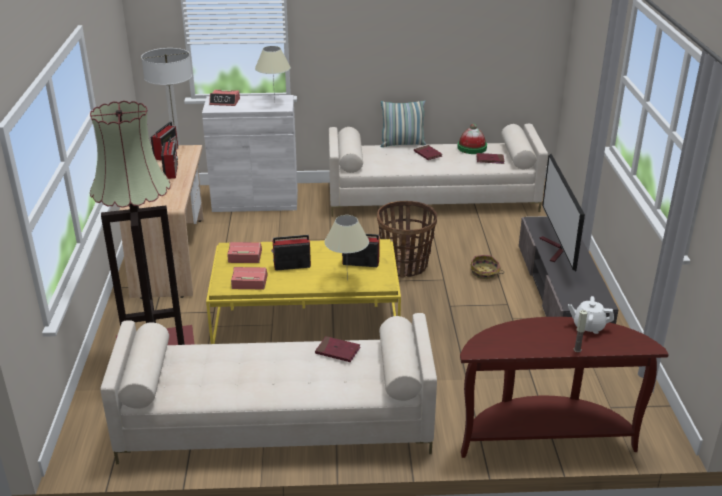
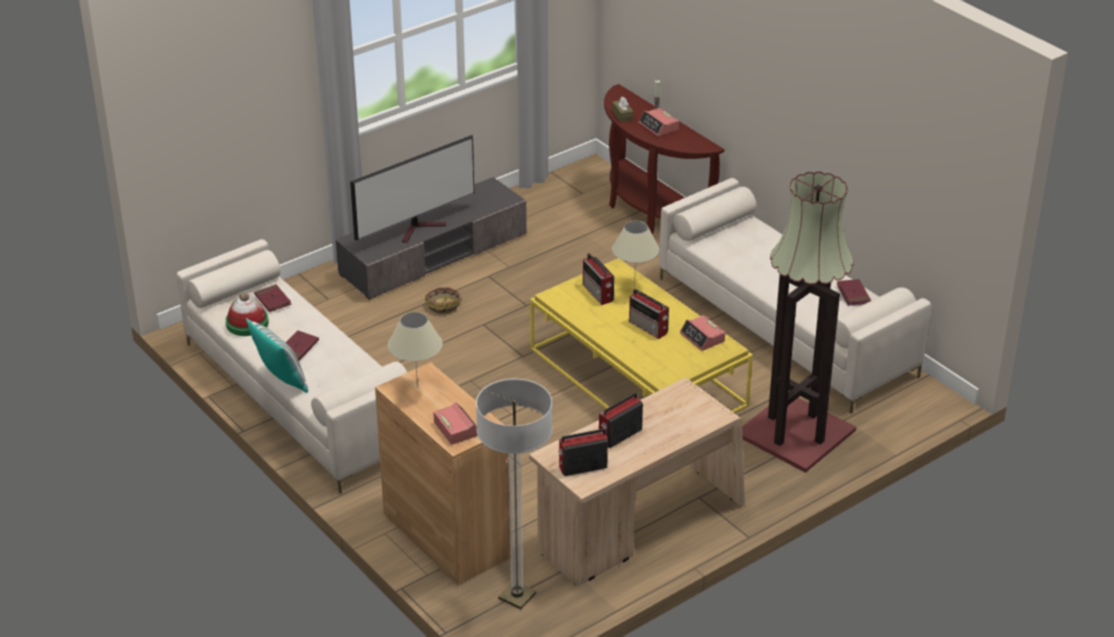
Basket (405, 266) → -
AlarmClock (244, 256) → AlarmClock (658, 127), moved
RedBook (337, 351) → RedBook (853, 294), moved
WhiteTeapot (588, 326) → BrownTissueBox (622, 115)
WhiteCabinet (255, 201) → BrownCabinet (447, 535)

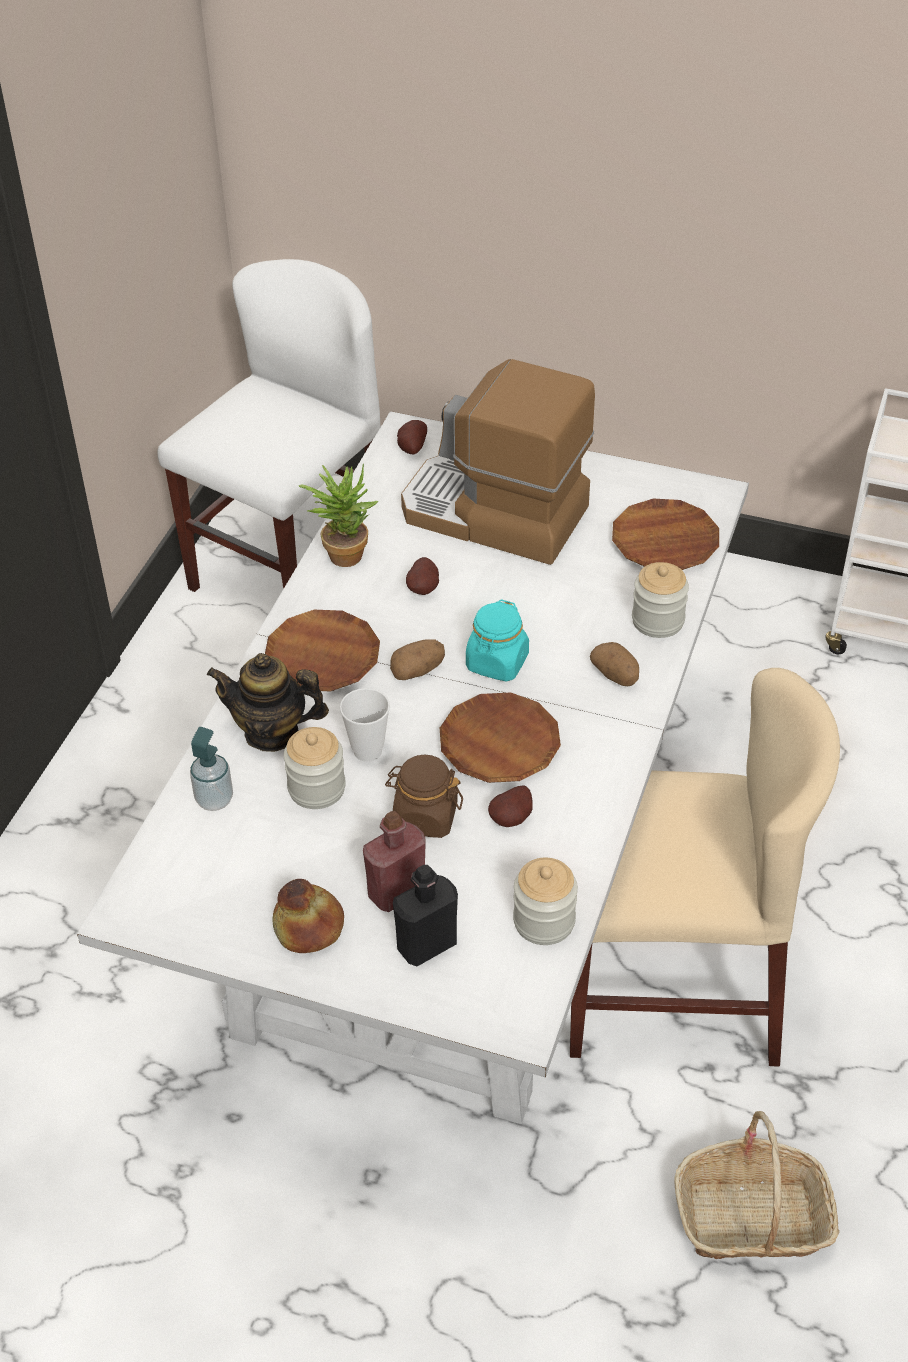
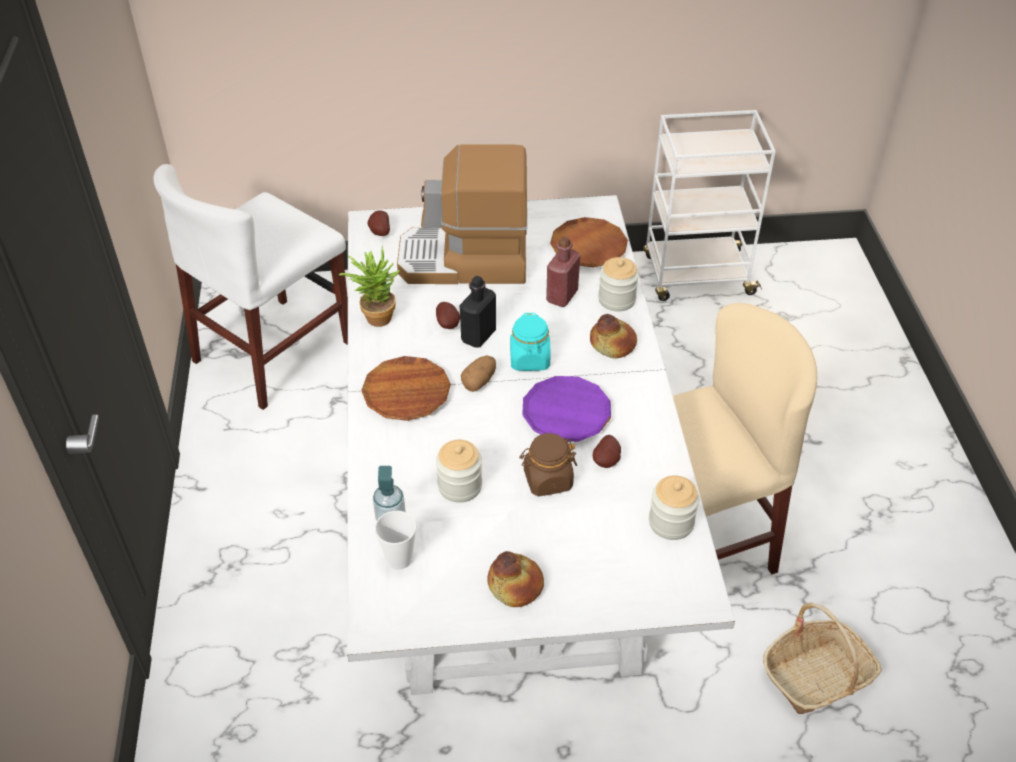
Teapot (272, 732) → -
Cup (367, 751) → Cup (399, 559), moved
RedBottle (396, 892) → RedBottle (562, 296), moved
BlackBottle (427, 945) → BlackBottle (478, 336), moved
Potato (616, 675) → Bread (613, 343)
BrownPlate (499, 744) → PurplePlate (566, 413)
WhiteChair (291, 569) → WhiteChair (273, 351), 150 degrees counterclockwise

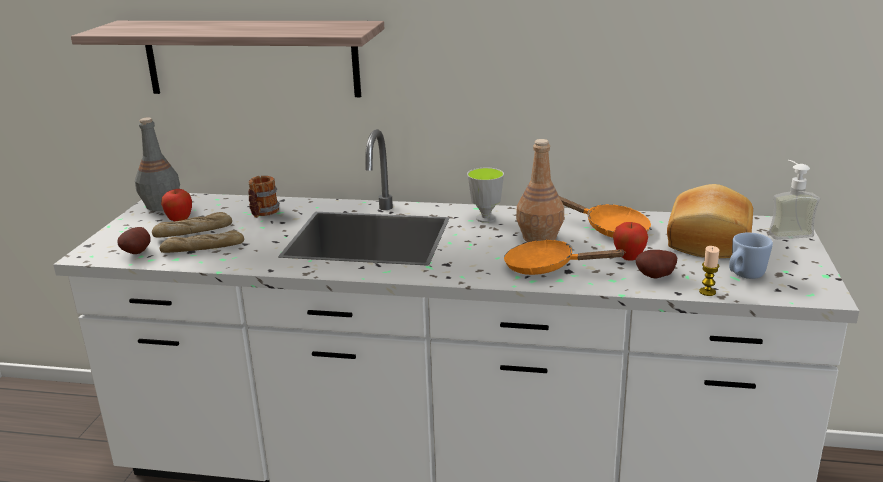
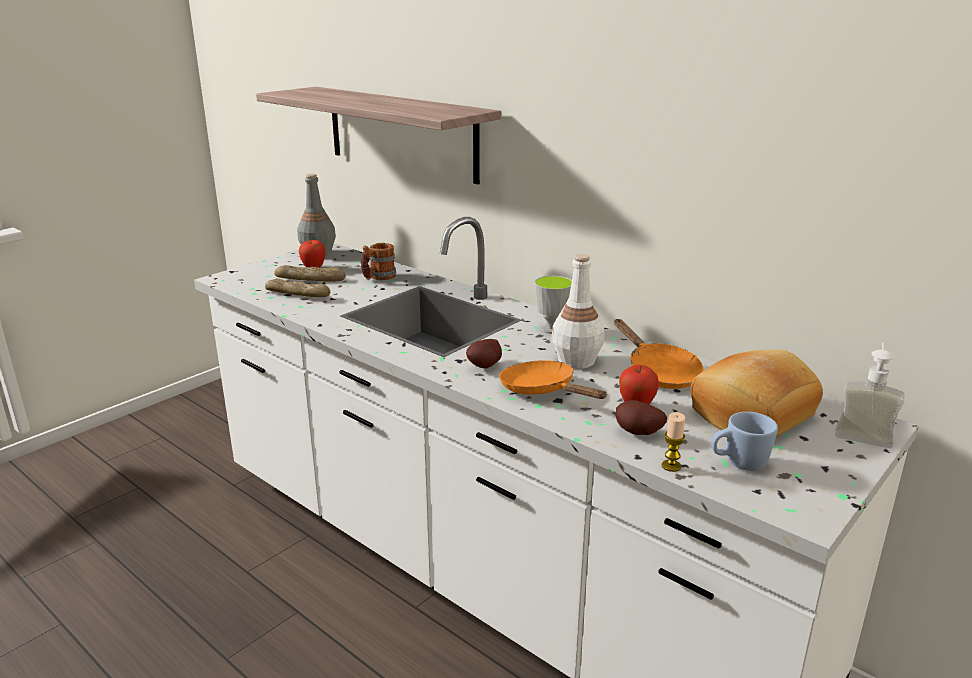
Potato (138, 252) → Potato (486, 367), moved
BrownBottle (540, 238) → WhiteBottle (576, 361)

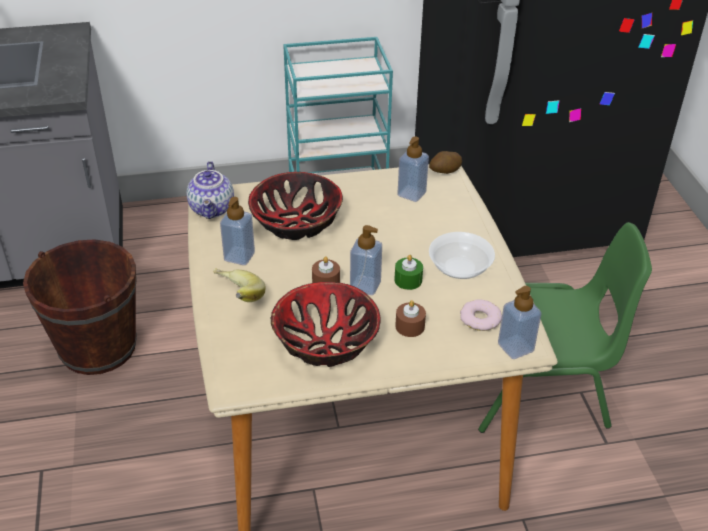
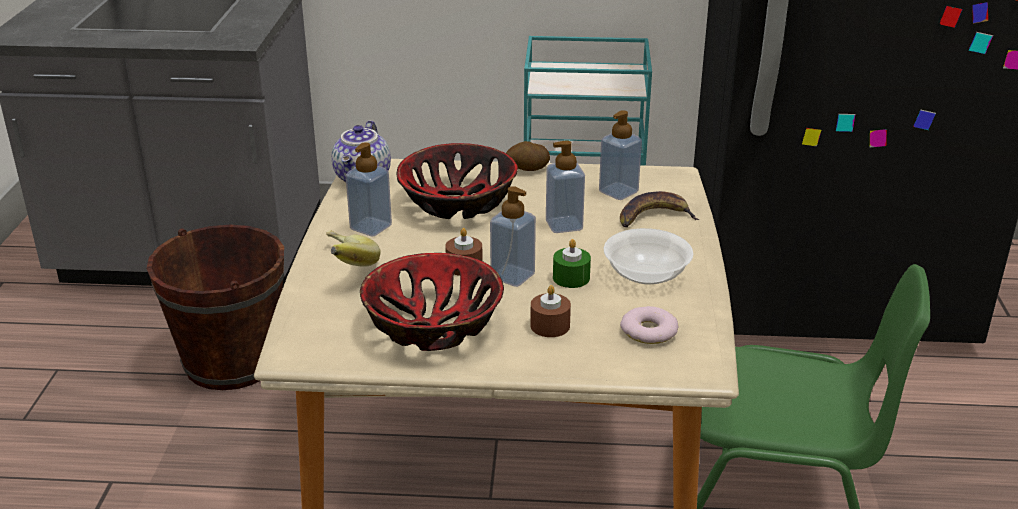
- → Banana (654, 217)
Potato (445, 171) → Potato (526, 169), moved
SoapDispenser (515, 347) → SoapDispenser (564, 225), moved

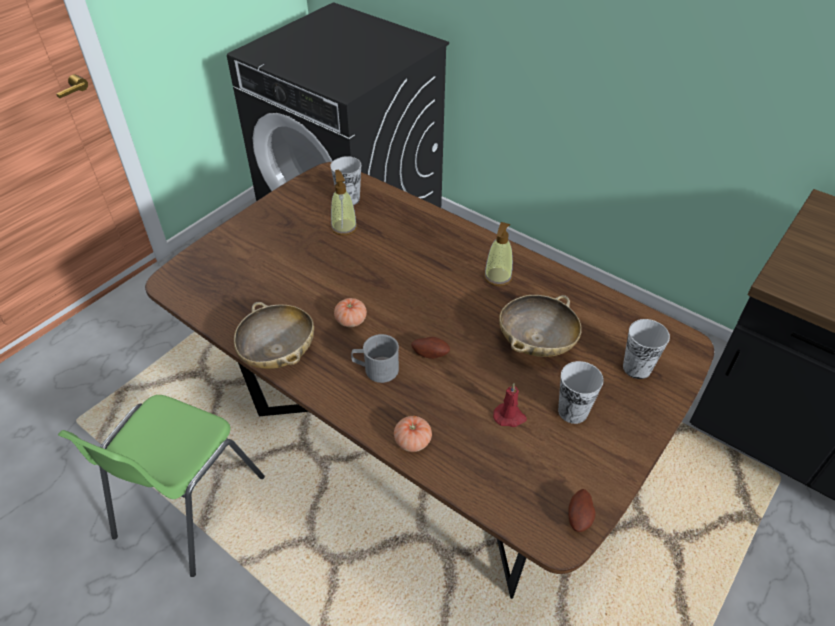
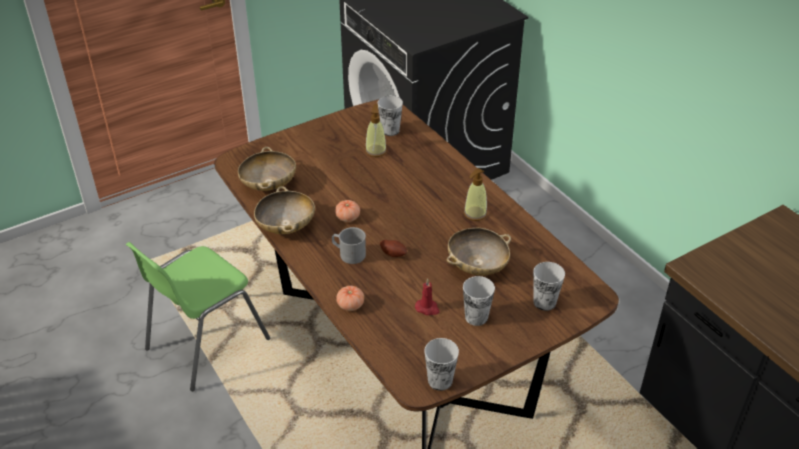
- → BeigeBowl (268, 185)
Potato (579, 517) → Cup (440, 381)

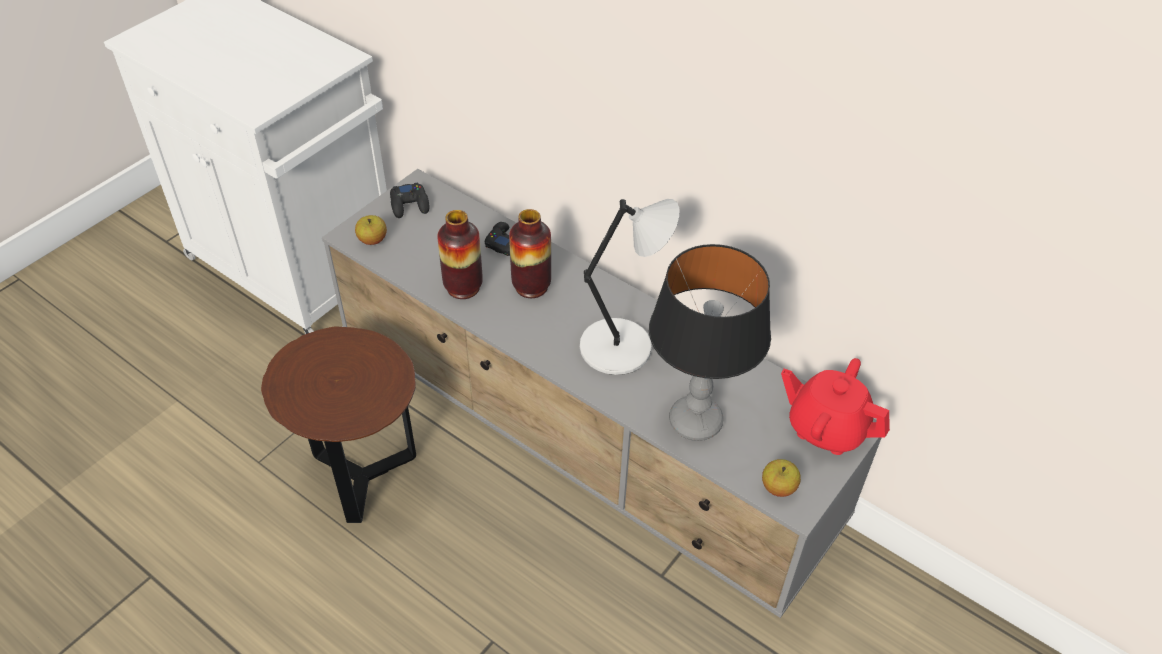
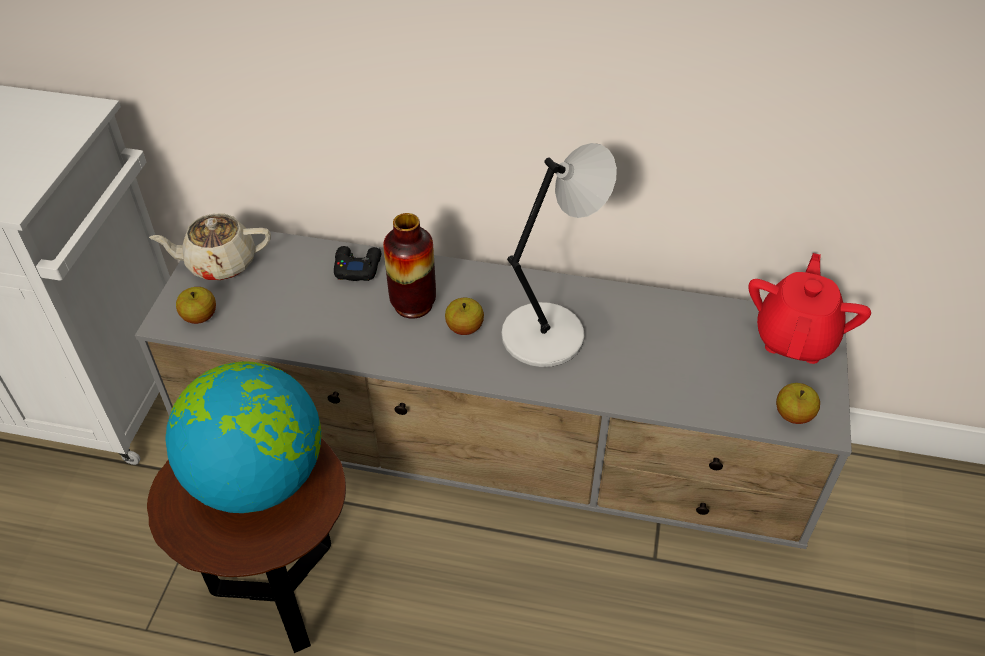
Vase (463, 287) → -
TableLamp (695, 421) → -
- → Globe (258, 478)
- → Apple (464, 328)
BlackGameController (410, 204) → BeigeTeapot (220, 263)
RedTeapot (826, 428) → RedTeapot (795, 338), 105 degrees clockwise

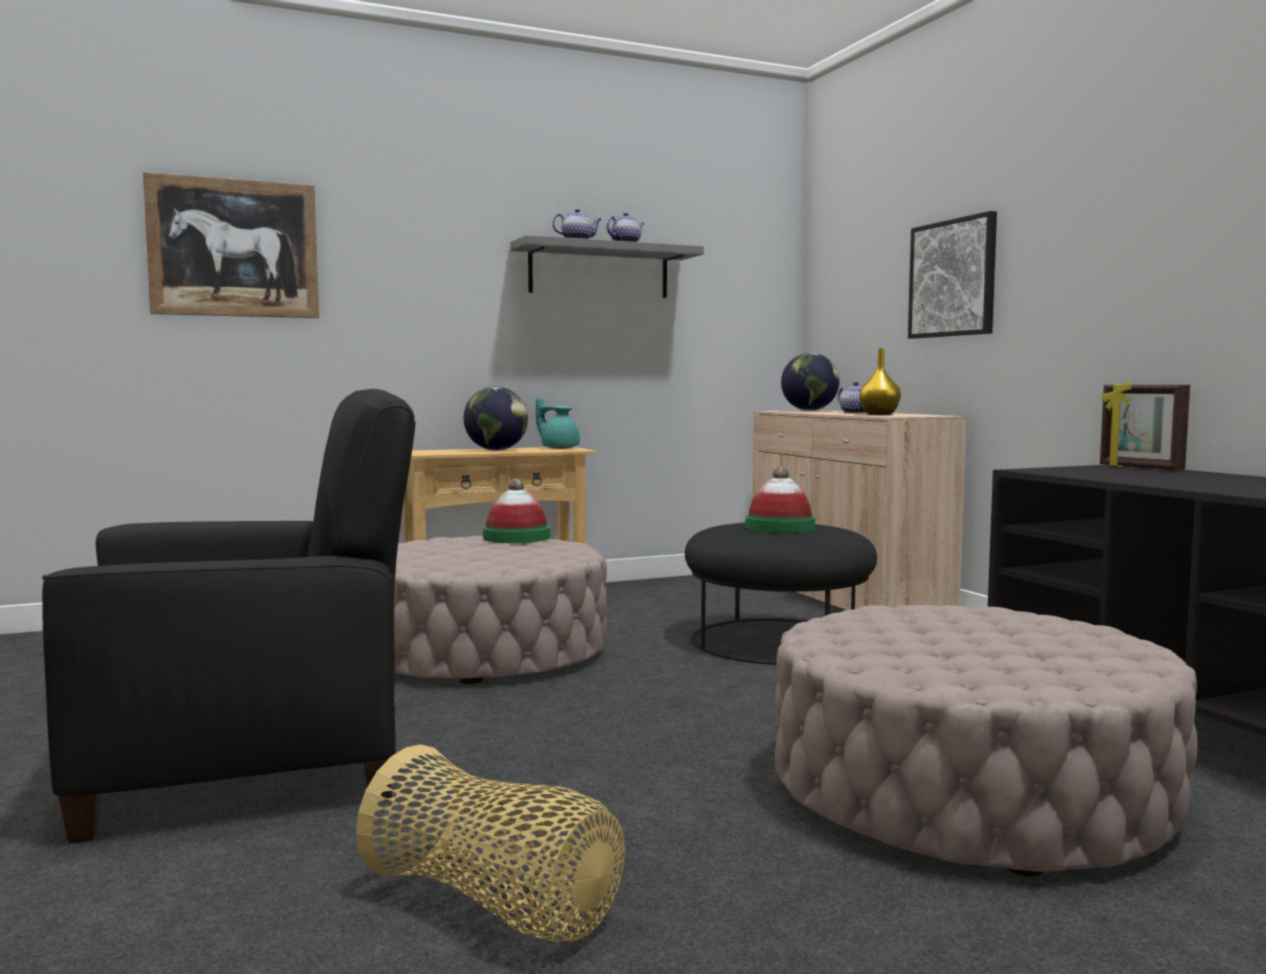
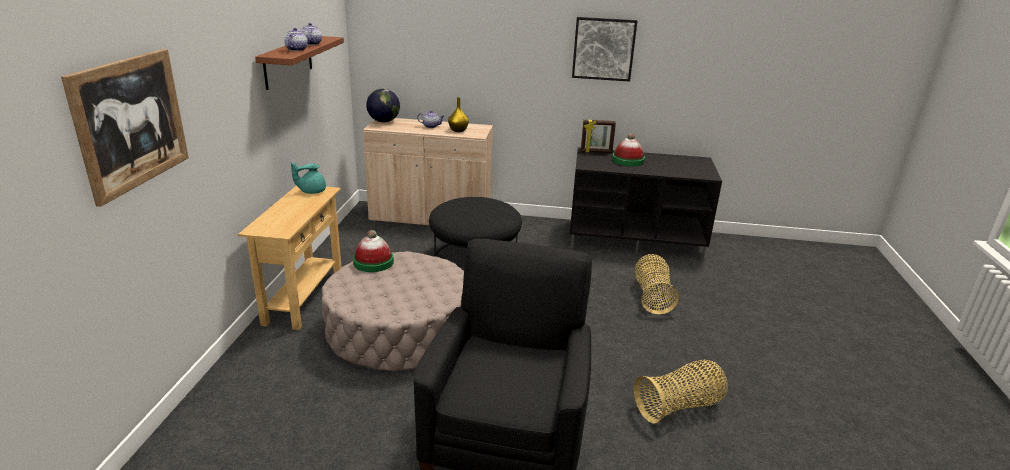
Globe (496, 450) → -
Hat (779, 527) → Hat (628, 160), moved
Picture (953, 278) → Picture (603, 49), moved
BeigeOttoman (969, 790) → Basket (652, 296)
GreyShelf (599, 271) → BrownShelf (288, 61)

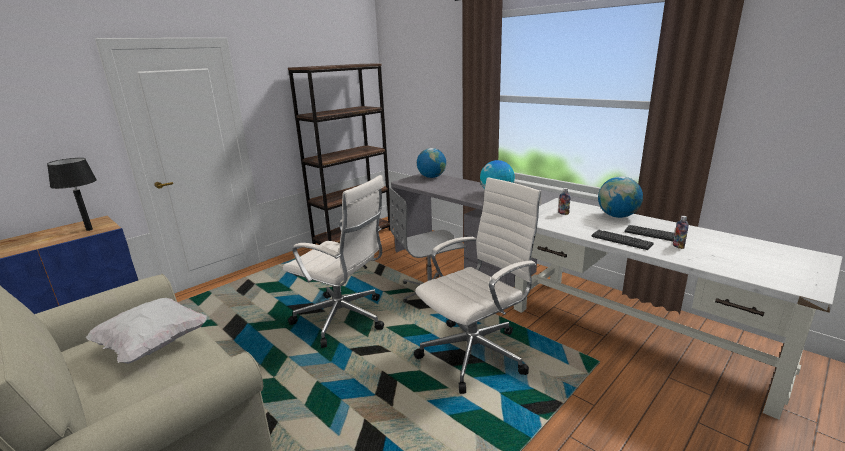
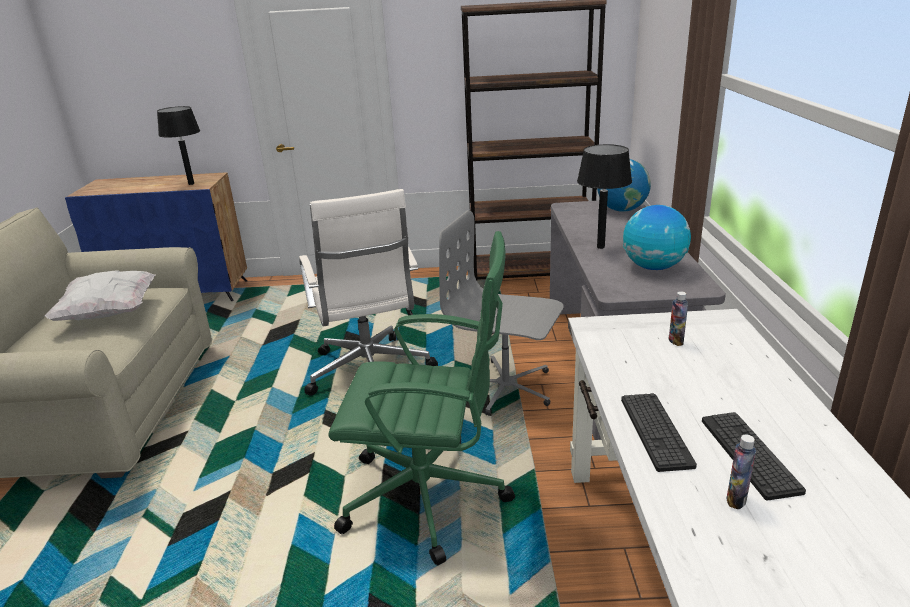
Globe (617, 216) → -
- → BlackTableLamp (601, 247)
WhiteOfficeChair (476, 353) → GreenOfficeChair (430, 497)

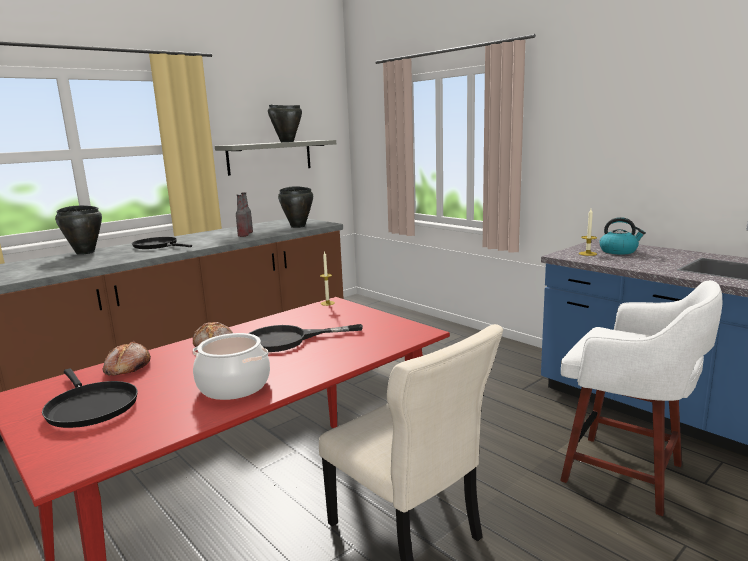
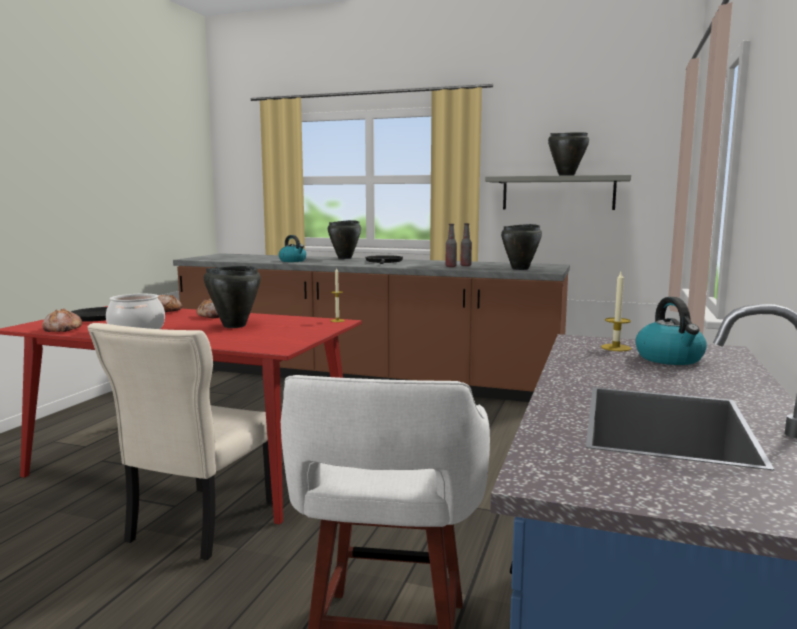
- → Bread (62, 329)
- → Kettle (293, 261)
BlackFryingPan (288, 340) → BlackCookingPot (234, 326)

